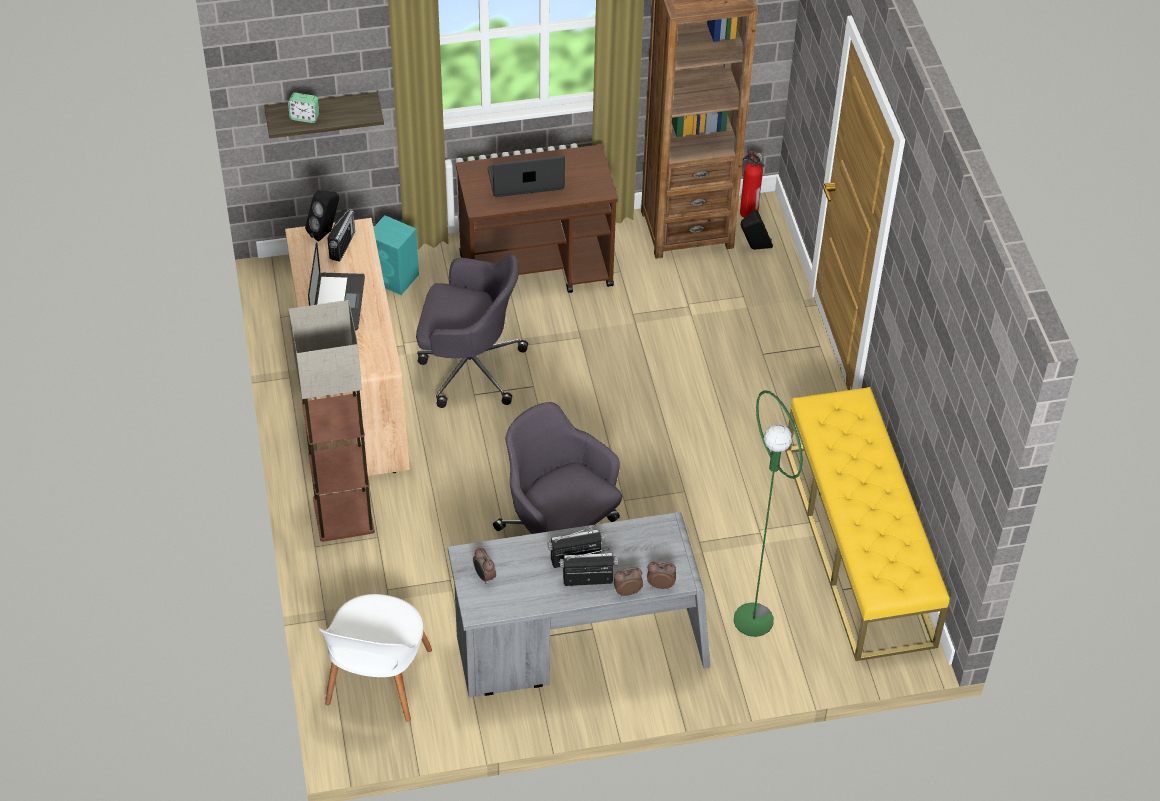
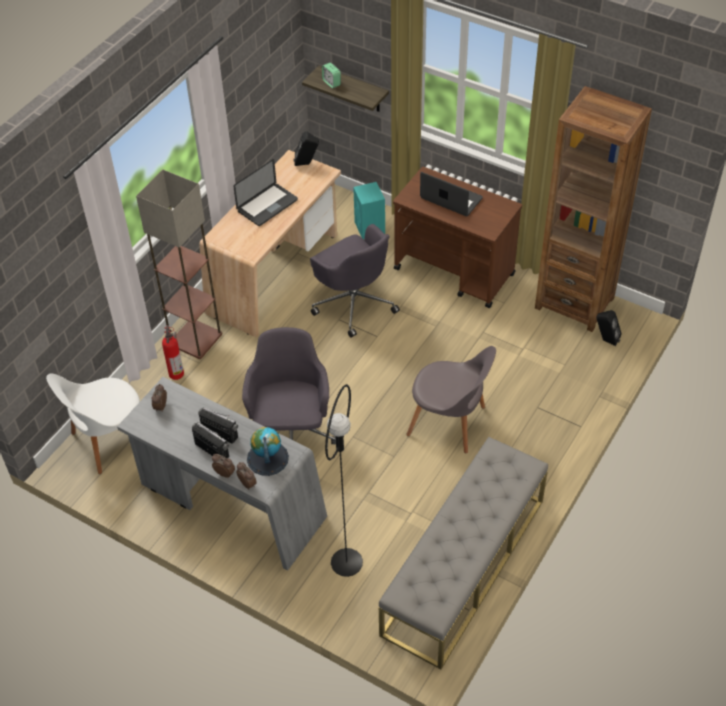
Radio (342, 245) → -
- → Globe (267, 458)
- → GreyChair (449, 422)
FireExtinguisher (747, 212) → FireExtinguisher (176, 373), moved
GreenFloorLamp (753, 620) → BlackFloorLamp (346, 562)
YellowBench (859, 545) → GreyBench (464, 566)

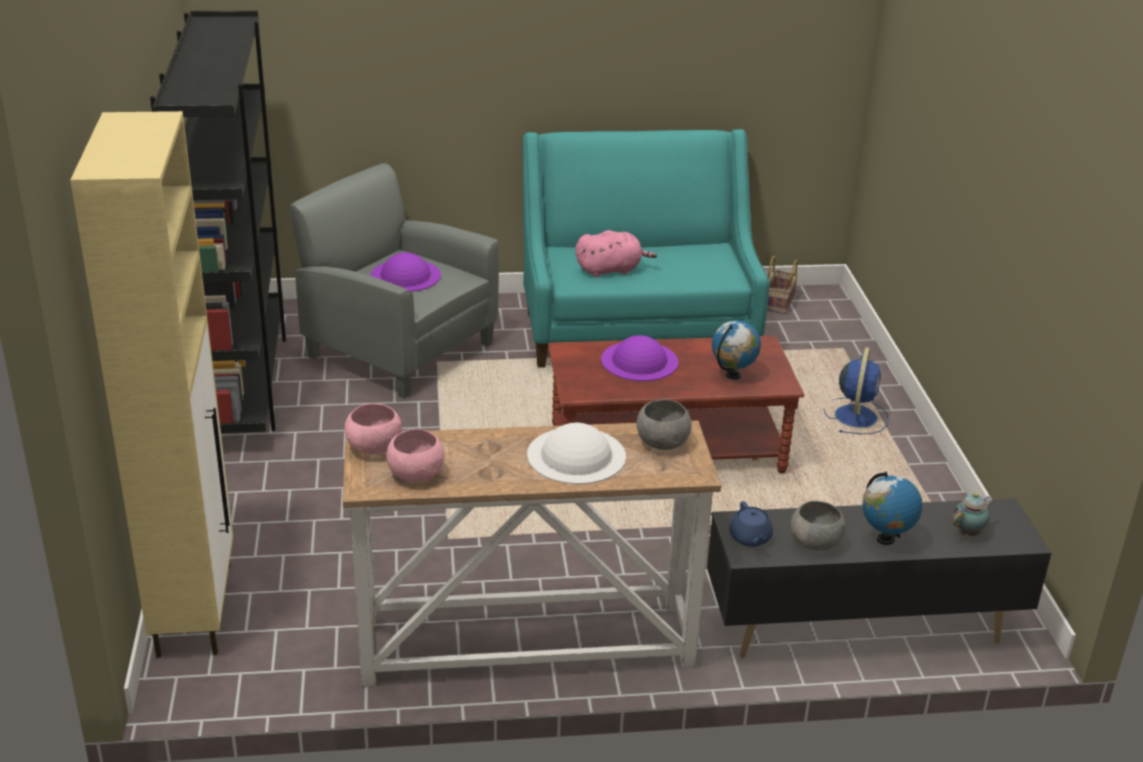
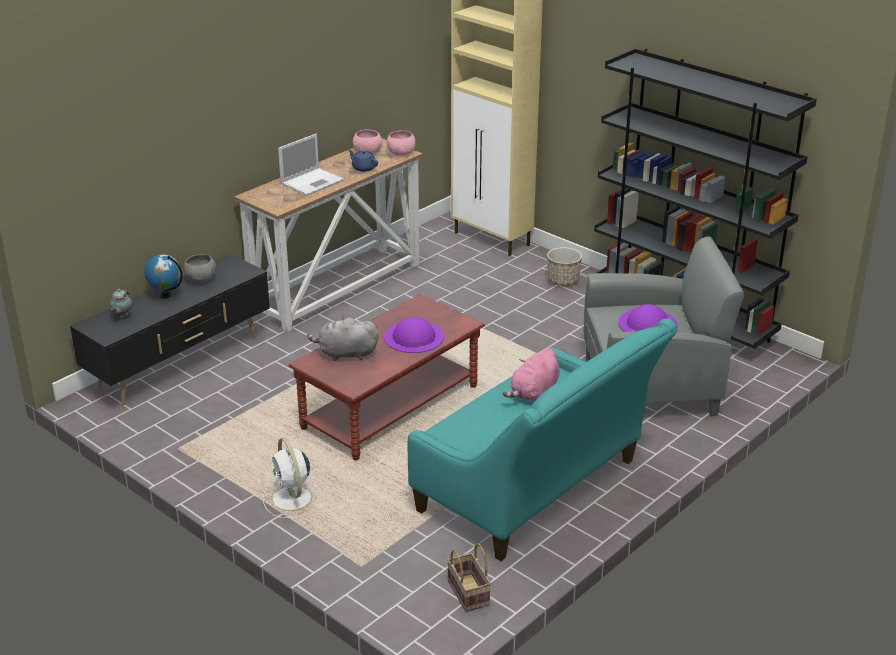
GreyBowl (663, 442) → -
- → Planter (563, 281)
BlueTeapot (750, 538) → BlueTeapot (363, 168), moved
WhiteHat (576, 455) → Laptop (313, 182)
Globe (733, 375) → GreyPlushToy (345, 354)
BlueFan (856, 416) → WhiteFan (292, 500)

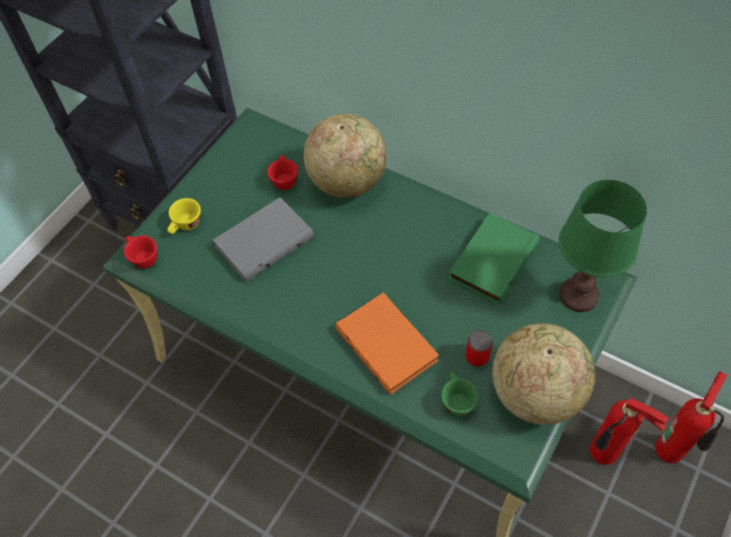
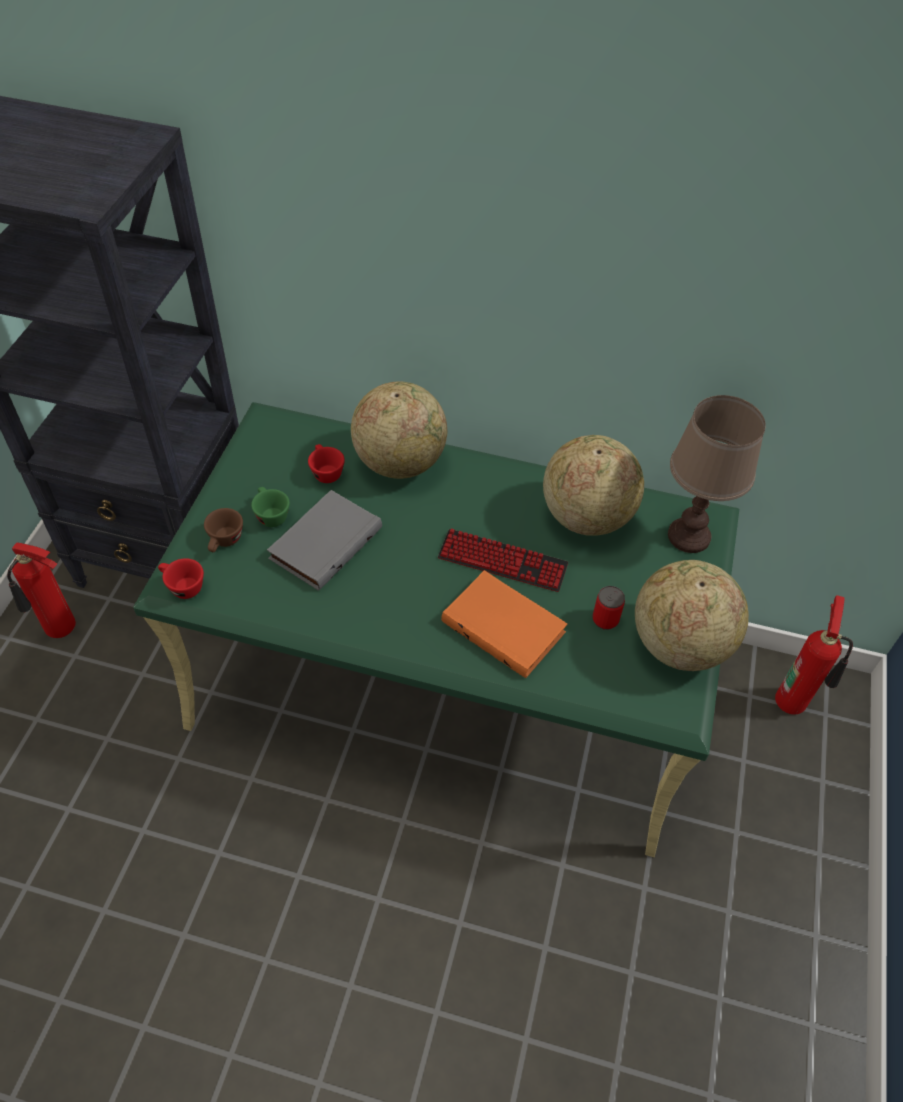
- → Keyboard (502, 561)
GreenCup (456, 399) → GreenCup (270, 515), moved
FireExtinguisher (604, 455) → FireExtinguisher (60, 629), moved
GreenBook (491, 259) → Globe (586, 517)
YellowCup (186, 226) → BrownCup (224, 542)
GreenTableLamp (579, 294) → BrownTableLamp (688, 536)

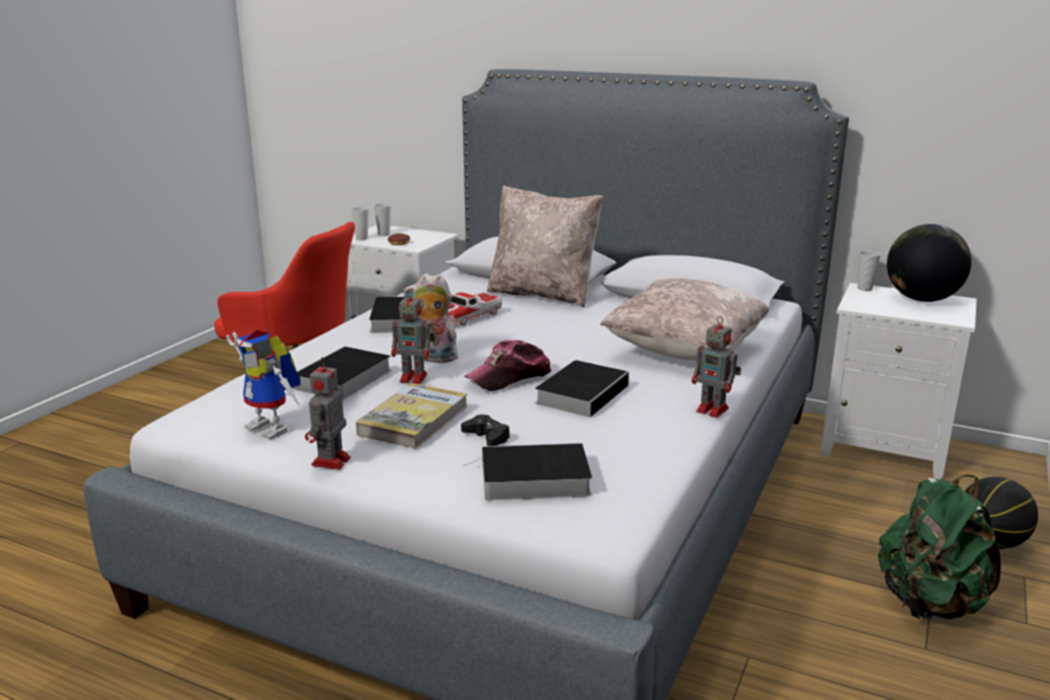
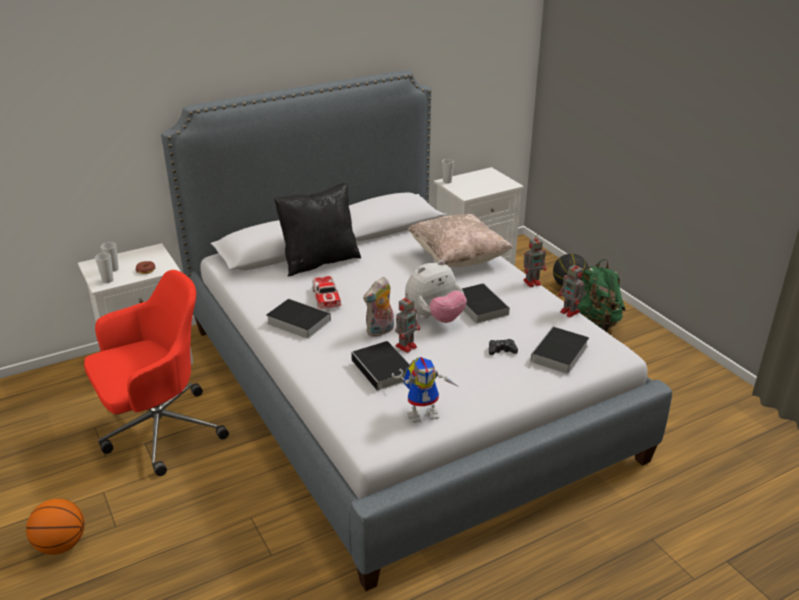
Book (413, 420) → -
Globe (922, 299) → -
- → Basketball (61, 545)
ToyRobot (330, 462) → ToyRobot (570, 312), moved
Cap (509, 377) → PlushToy (435, 318)
BeigePillow (543, 294) → BlackPillow (319, 261)

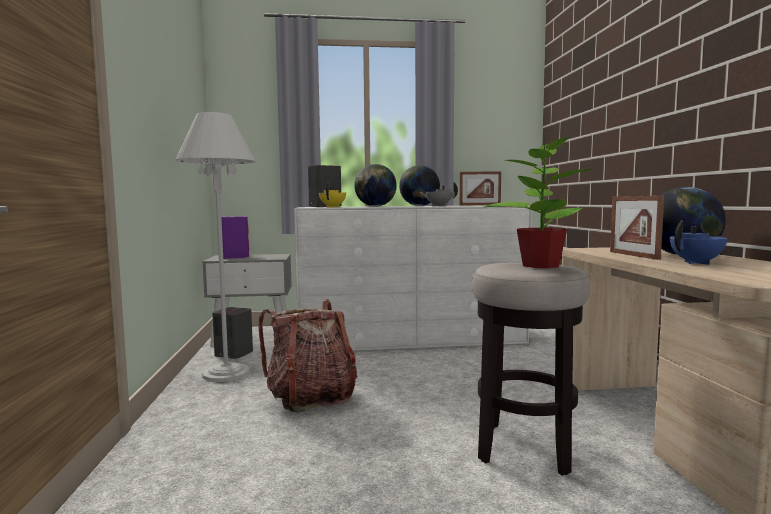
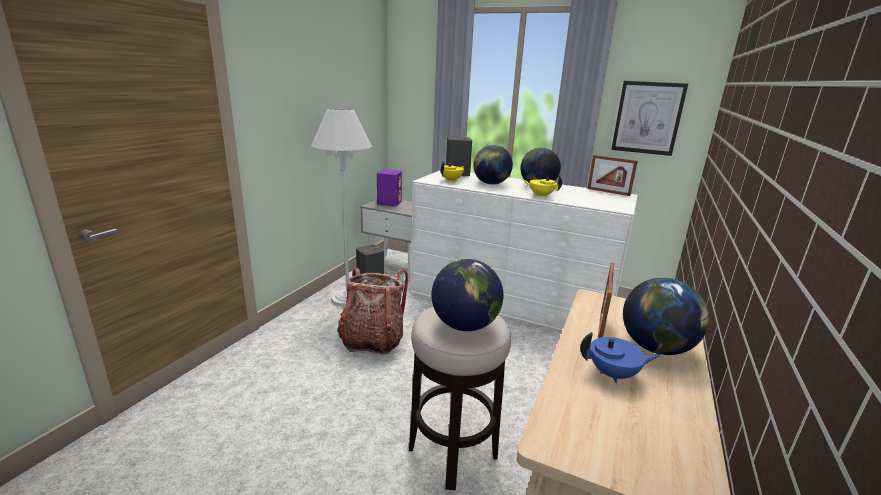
- → Picture (647, 118)
PottedPlant (540, 265) → Globe (464, 326)
GreyTeapot (438, 206) → YellowTeapot (541, 195)

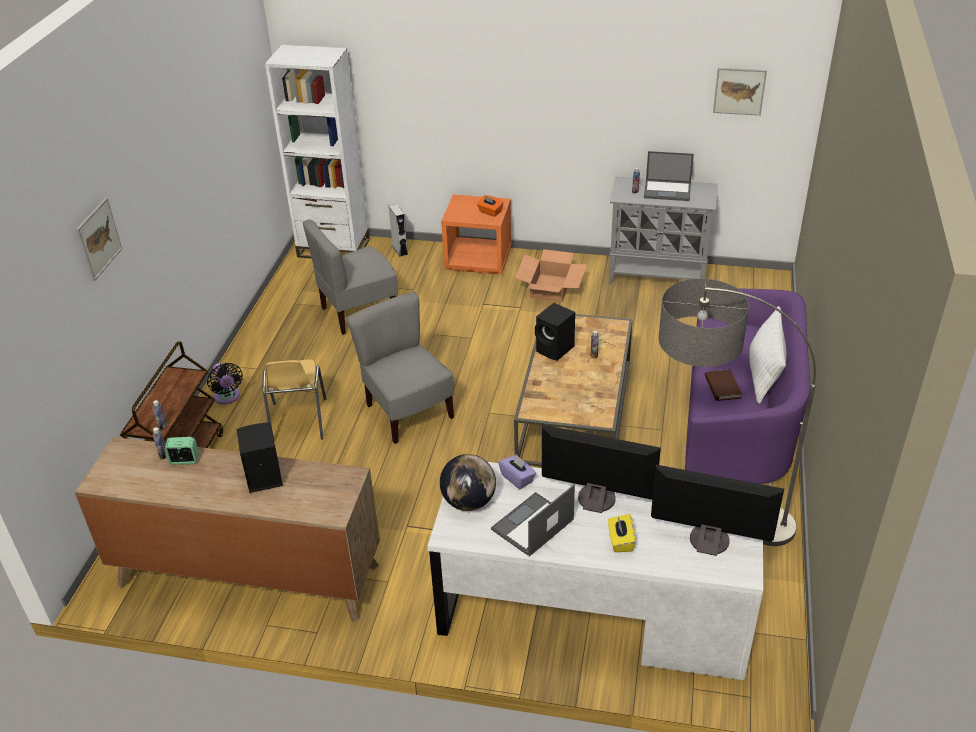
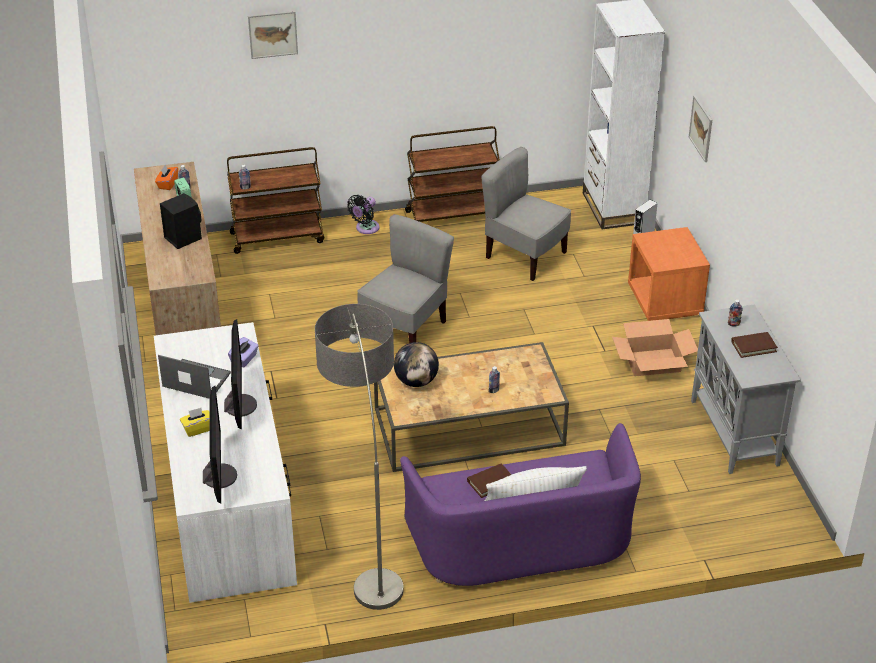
YellowChair (298, 421) → -
BlackSpeaker (556, 349) → -
- → BrownCart (452, 215)
Globe (469, 502) → Globe (416, 381), moved
OrangeTissueBox (490, 212) → OrangeTissueBox (167, 184), moved
Picture (739, 91) → Picture (701, 128), moved
Laptop (668, 190) → BrownBook (753, 346)

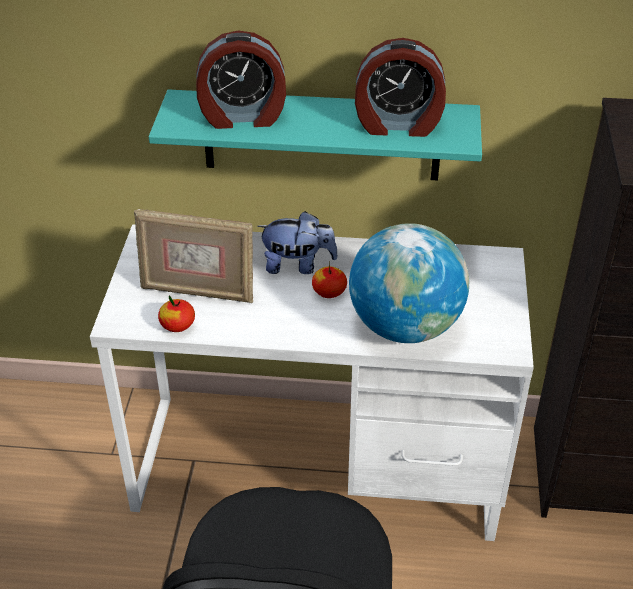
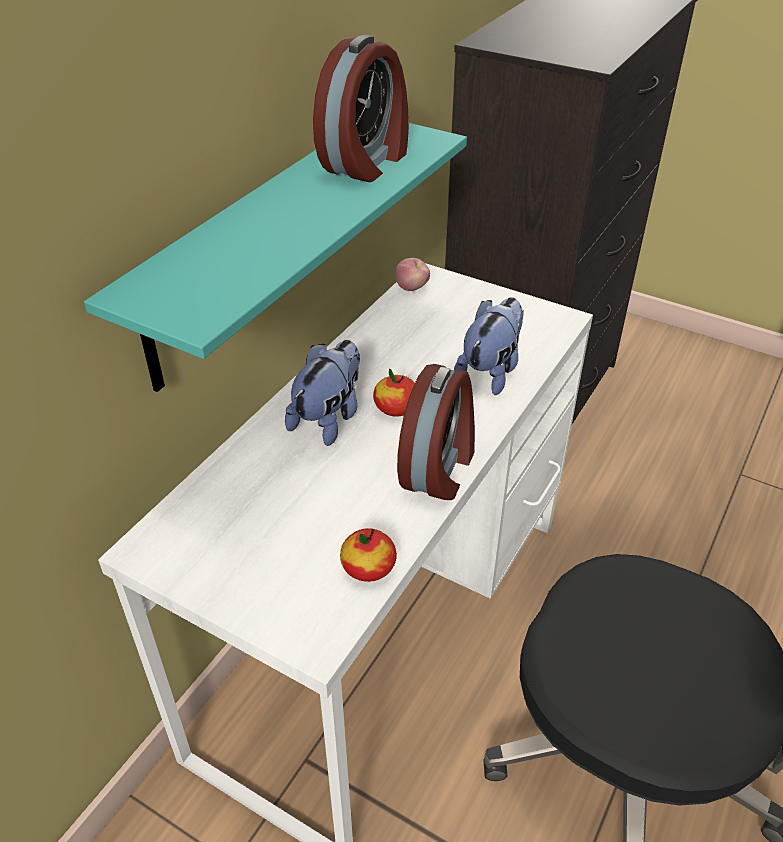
PictureFrame (198, 292) → -
- → Apple (412, 288)
AlarmClock (242, 117) → AlarmClock (440, 468), moved
Globe (405, 326) → PlushToy (490, 371)

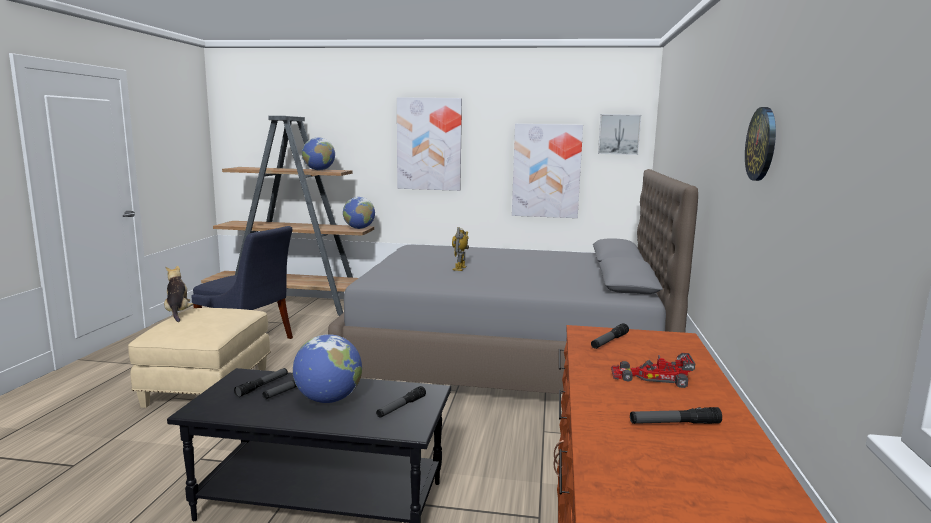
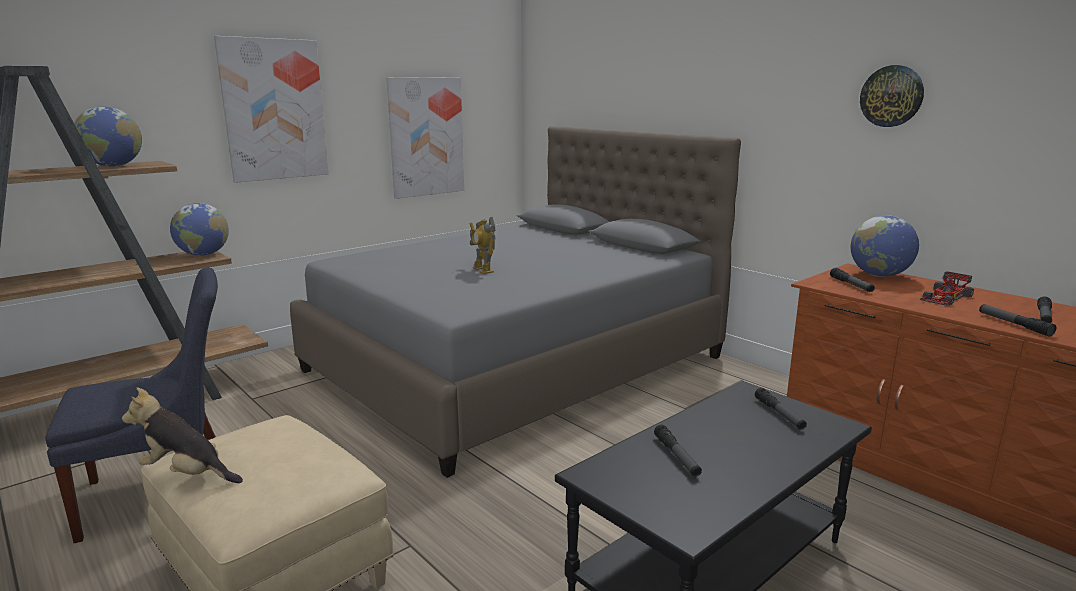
Picture (619, 134) → -
Flashlight (262, 386) → Flashlight (1014, 324), moved
Globe (328, 399) → Globe (879, 275), moved

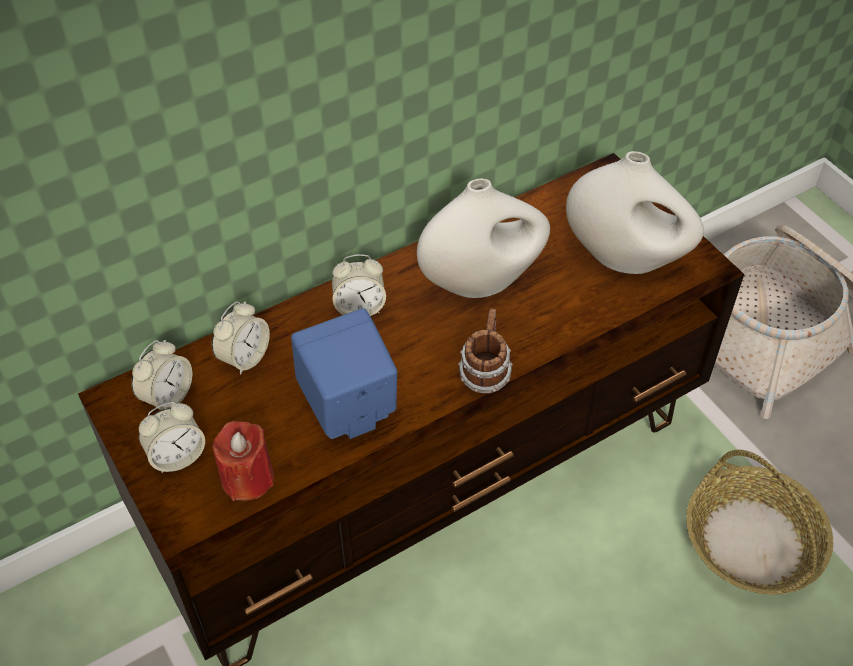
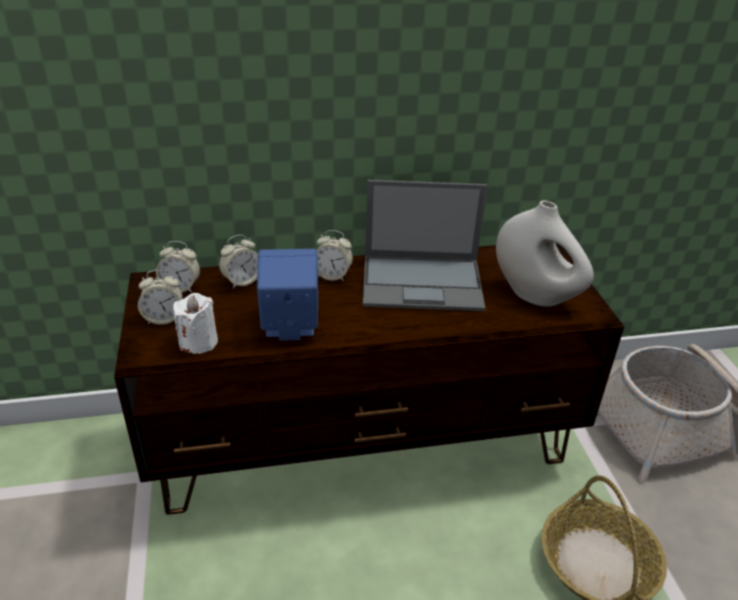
Mug (484, 373) → -
WhiteVase (481, 281) → Laptop (423, 282)
RedCandle (247, 478) → WhiteCandle (198, 342)
AlarmClock (167, 396) → AlarmClock (181, 287), 45 degrees clockwise

